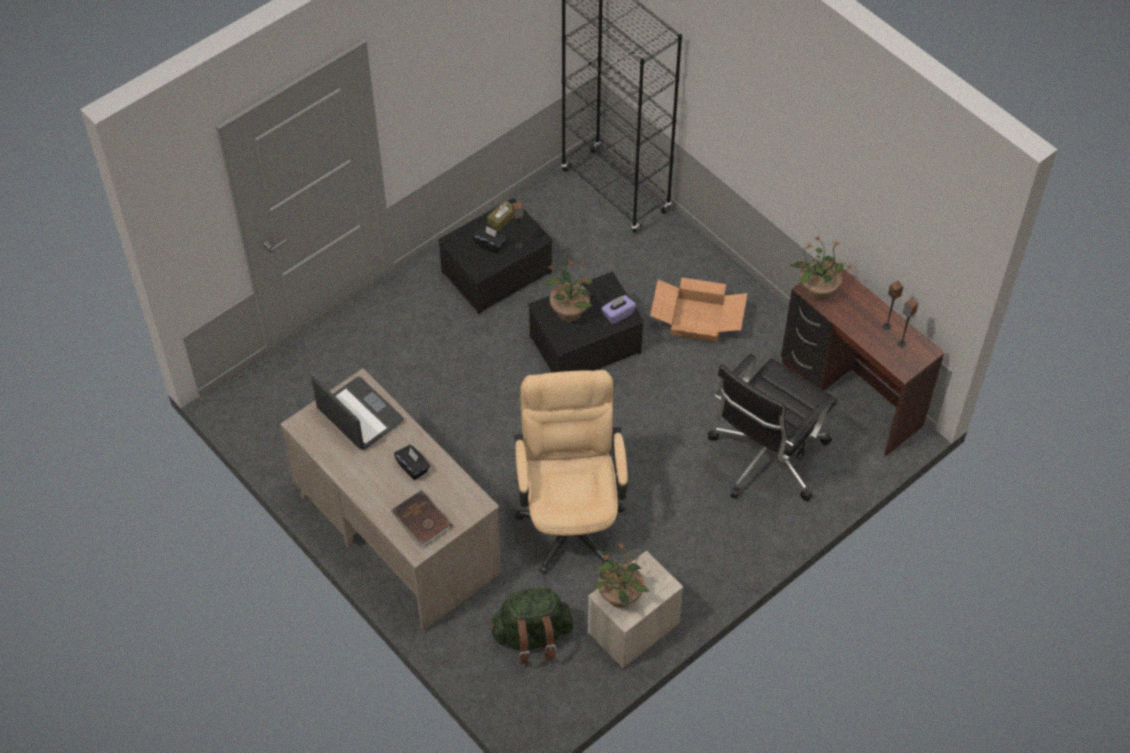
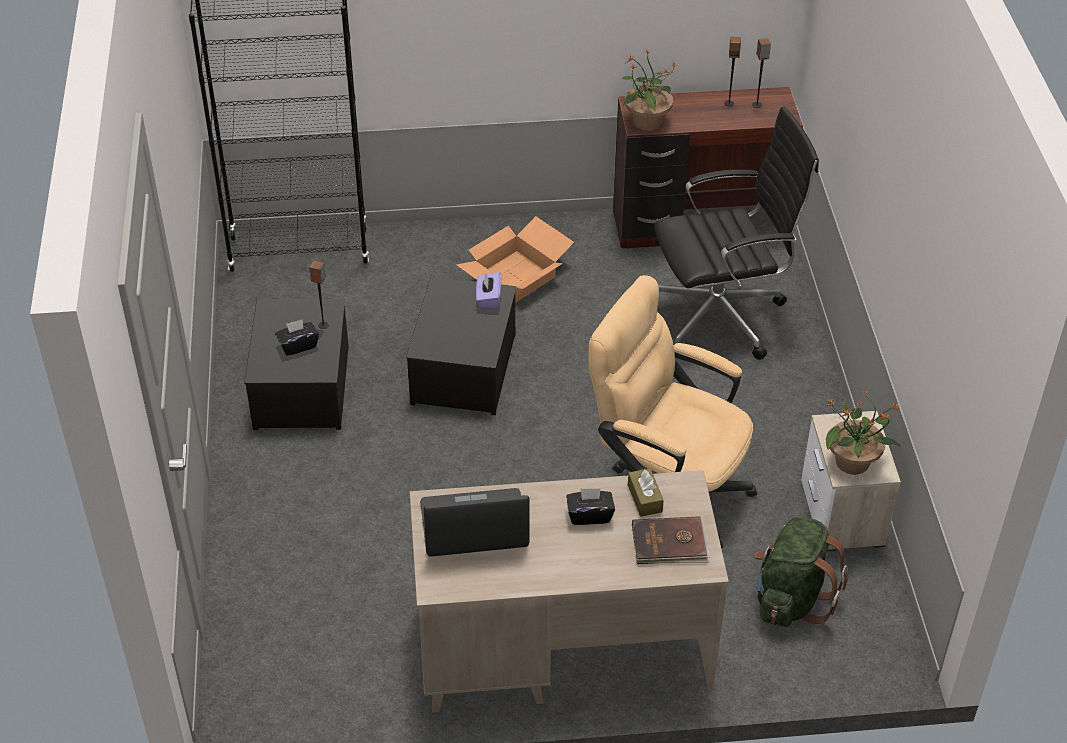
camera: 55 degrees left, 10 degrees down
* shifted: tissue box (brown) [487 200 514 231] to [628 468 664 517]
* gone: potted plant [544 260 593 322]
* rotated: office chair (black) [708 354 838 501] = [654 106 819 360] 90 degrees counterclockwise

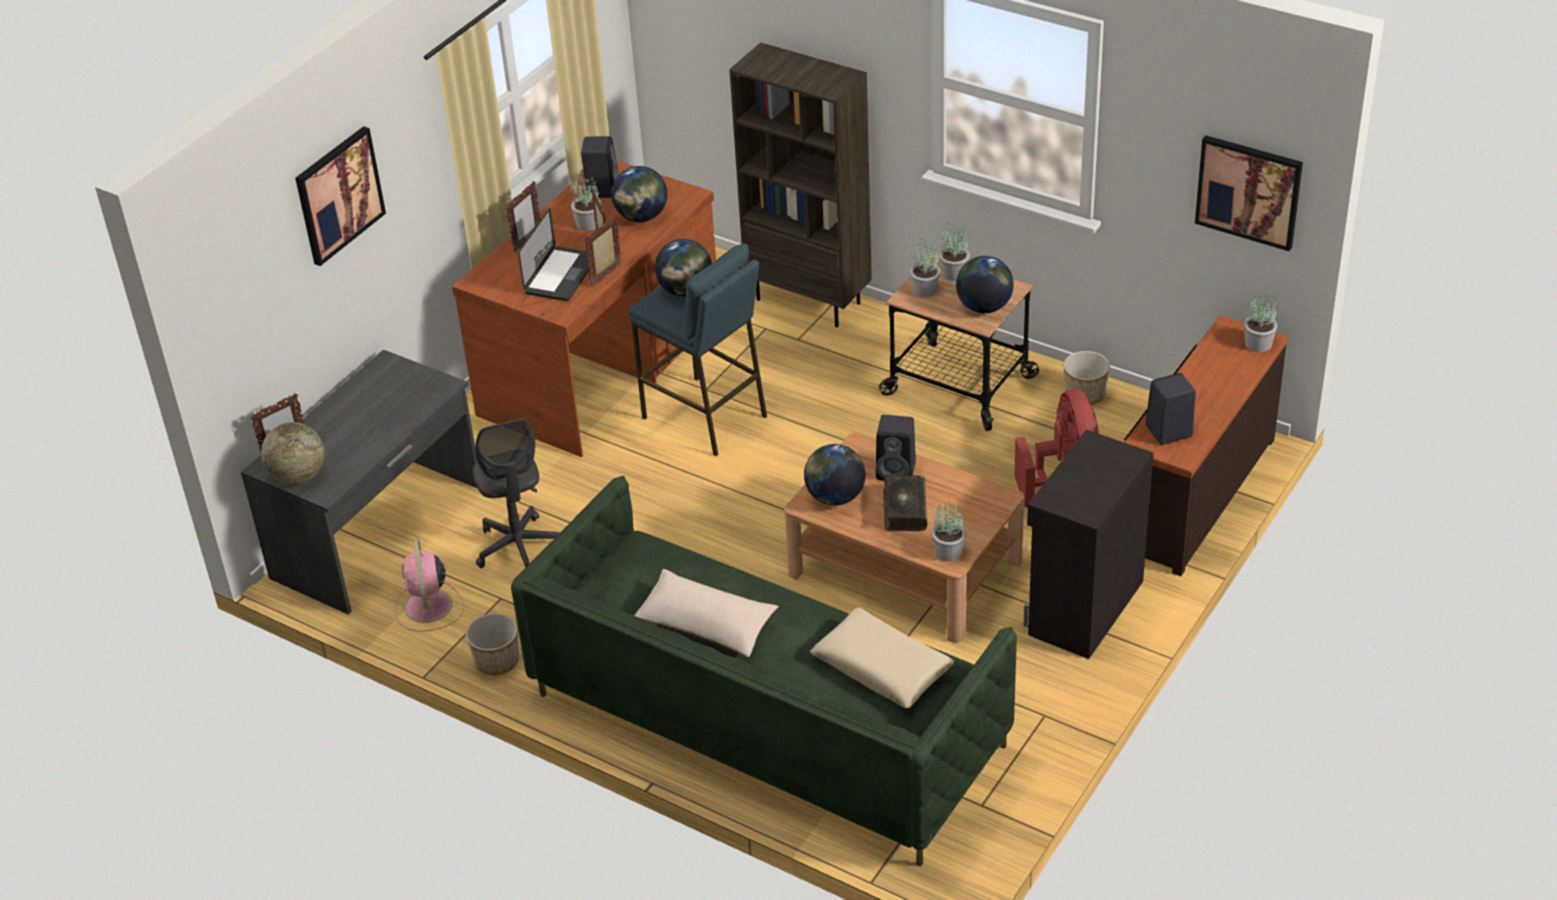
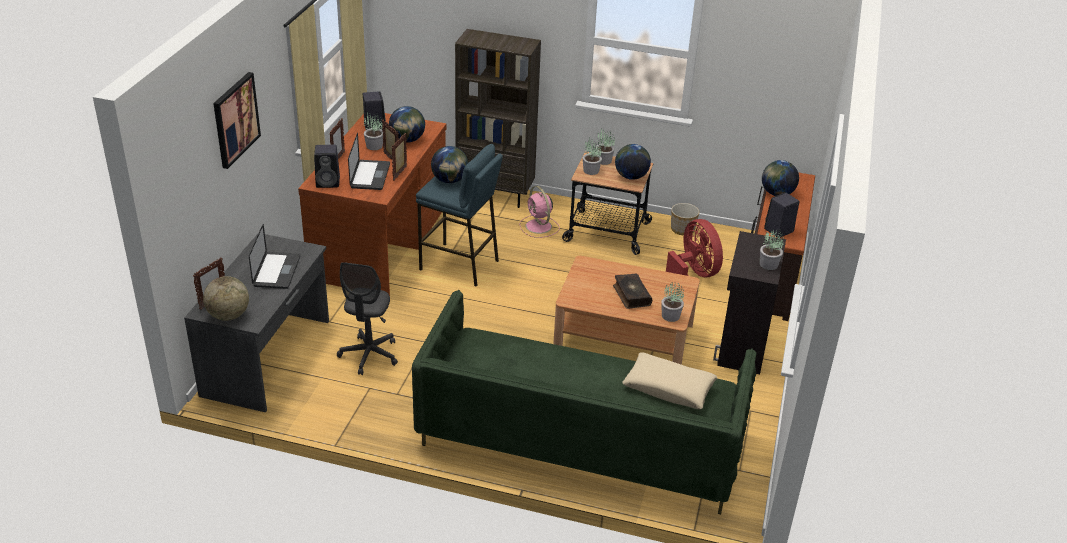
camera: 20 degrees left, 5 degrees down
* gone: picture [1195 135 1303 251]
* shifted: potted plant [1244 294 1277 352] to [760 230 784 270]
* shifted: speaker (black) [876 415 916 480] to [314 145 340 188]
* rotated: office chair (grey) [473 418 559 568] = [337 262 398 375] 45 degrees clockwise
* shifted: globe [804 444 866 506] to [762 160 799 196]
* shifted: fan (pink) [395 539 464 632] to [520 186 560 238]
* gone: pillow (beige) [634 569 778 657]
* gone: planter [466 613 519 675]
* new: laptop [249 224 300 289]

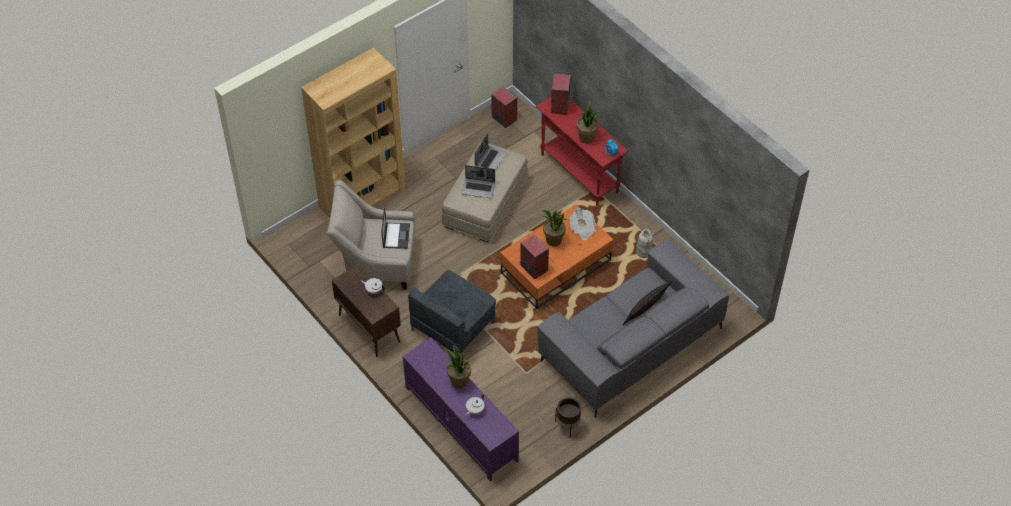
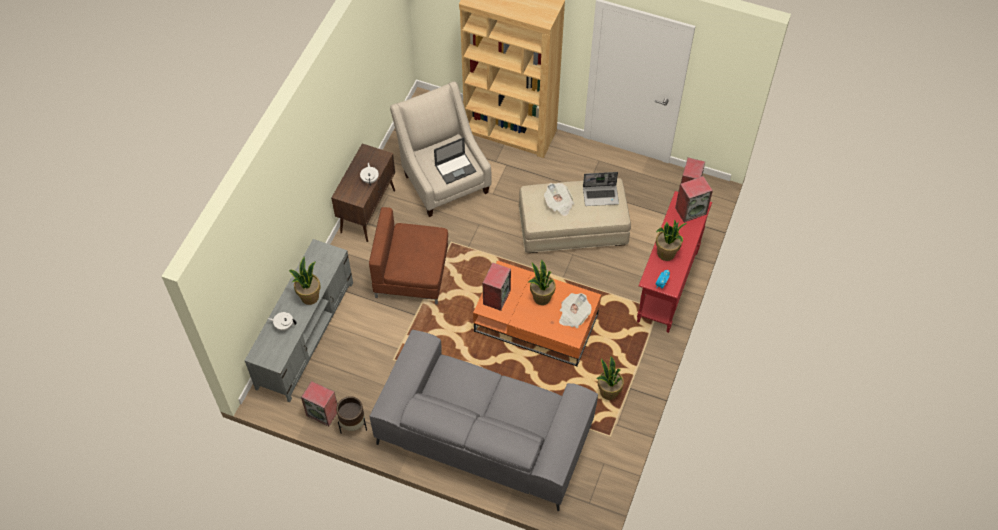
camera: 60 degrees right, 5 degrees up
* swapped: laptop [462 165 495 198] to newspaper [544 183 575 216]
* swapped: vase (white) [636 229 653 258] to potted plant [597 356 624 400]
* repainted: armchair (grey) [408 270 496 354] to armchair (brown) [369 207 448 305]
* gone: pillow [623 280 672 325]
* repainted: tv stand (purple) [403 338 519 481] to tv stand (grey) [244 239 353 402]
* new: speaker [301 381 337 426]

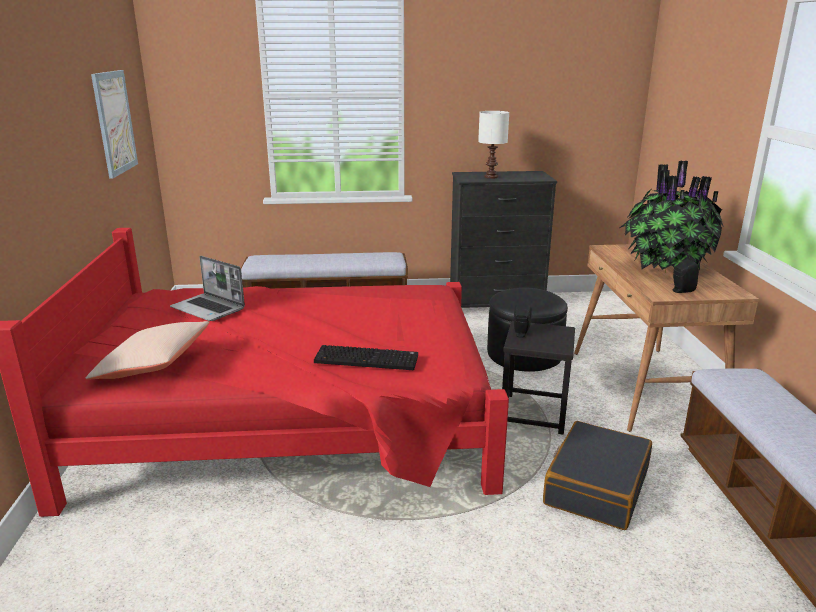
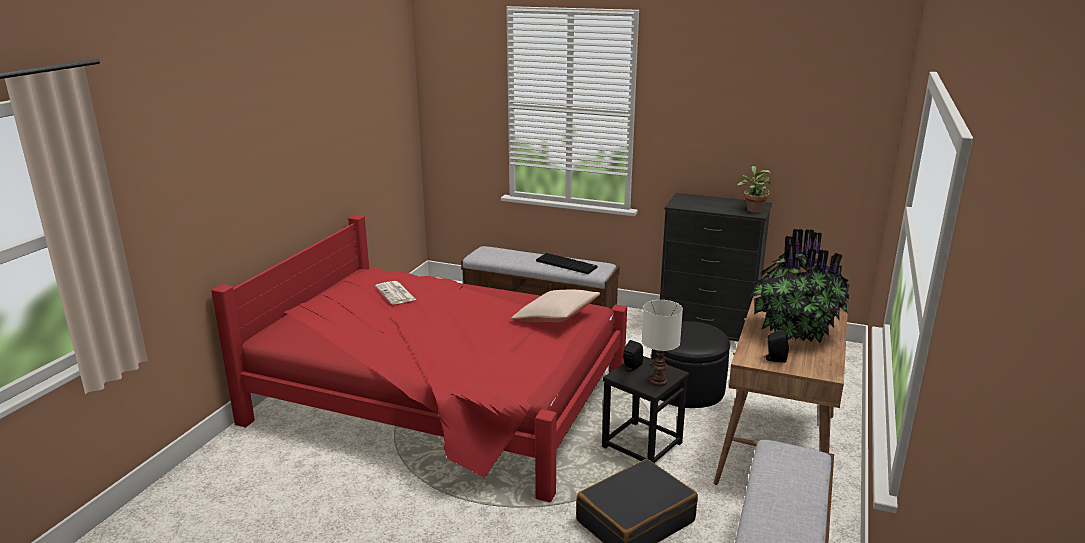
camera: 25 degrees right, 0 degrees up
* gone: picture [91 70 138 179]
* shifted: table lamp (white) [478 111 509 179] to [642 300 683 386]
* swapped: laptop [170 256 245 321] to newspaper [375 281 416 304]
* shifted: pillow (beige) [86 321 209 380] to [511 290 601 322]
* shifted: keyboard [314 345 418 370] to [536 253 598 274]
* new: potted plant [738 166 771 213]

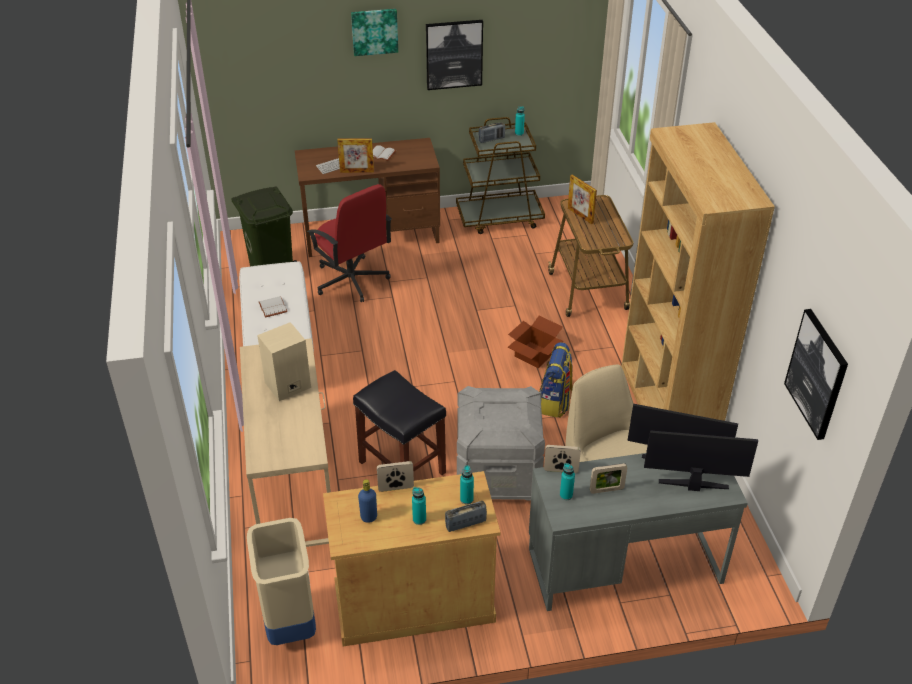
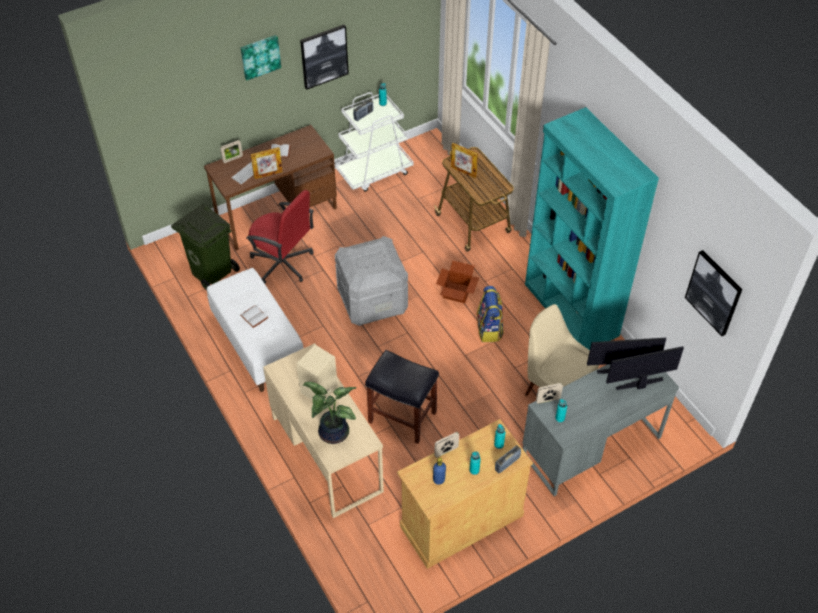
camera: 20 degrees left, 10 degrees up
* repainted: cart (brown) [456 117 545 234] to cart (white) [335 92 414 192]
* repainted: bookcase (brown) [621 122 775 421] to bookcase (turquoise) [525 107 659 350]
* shifted: storage box (grey) [457 386 545 500] to [335 236 408 326]
* shifted: picture frame [590 463 627 494] to [220 140 243 163]
* gone: trash can (beige) [247 518 316 645]
* new: potted plant [303 382 357 444]

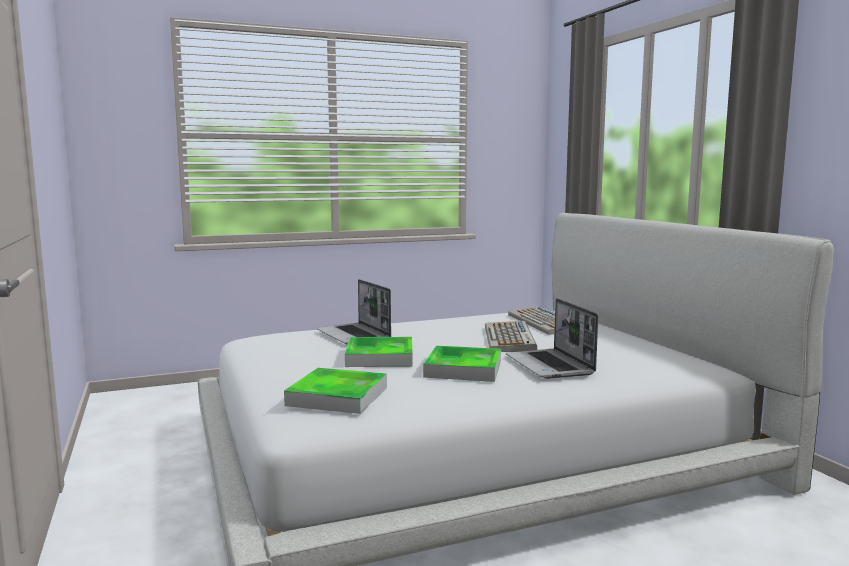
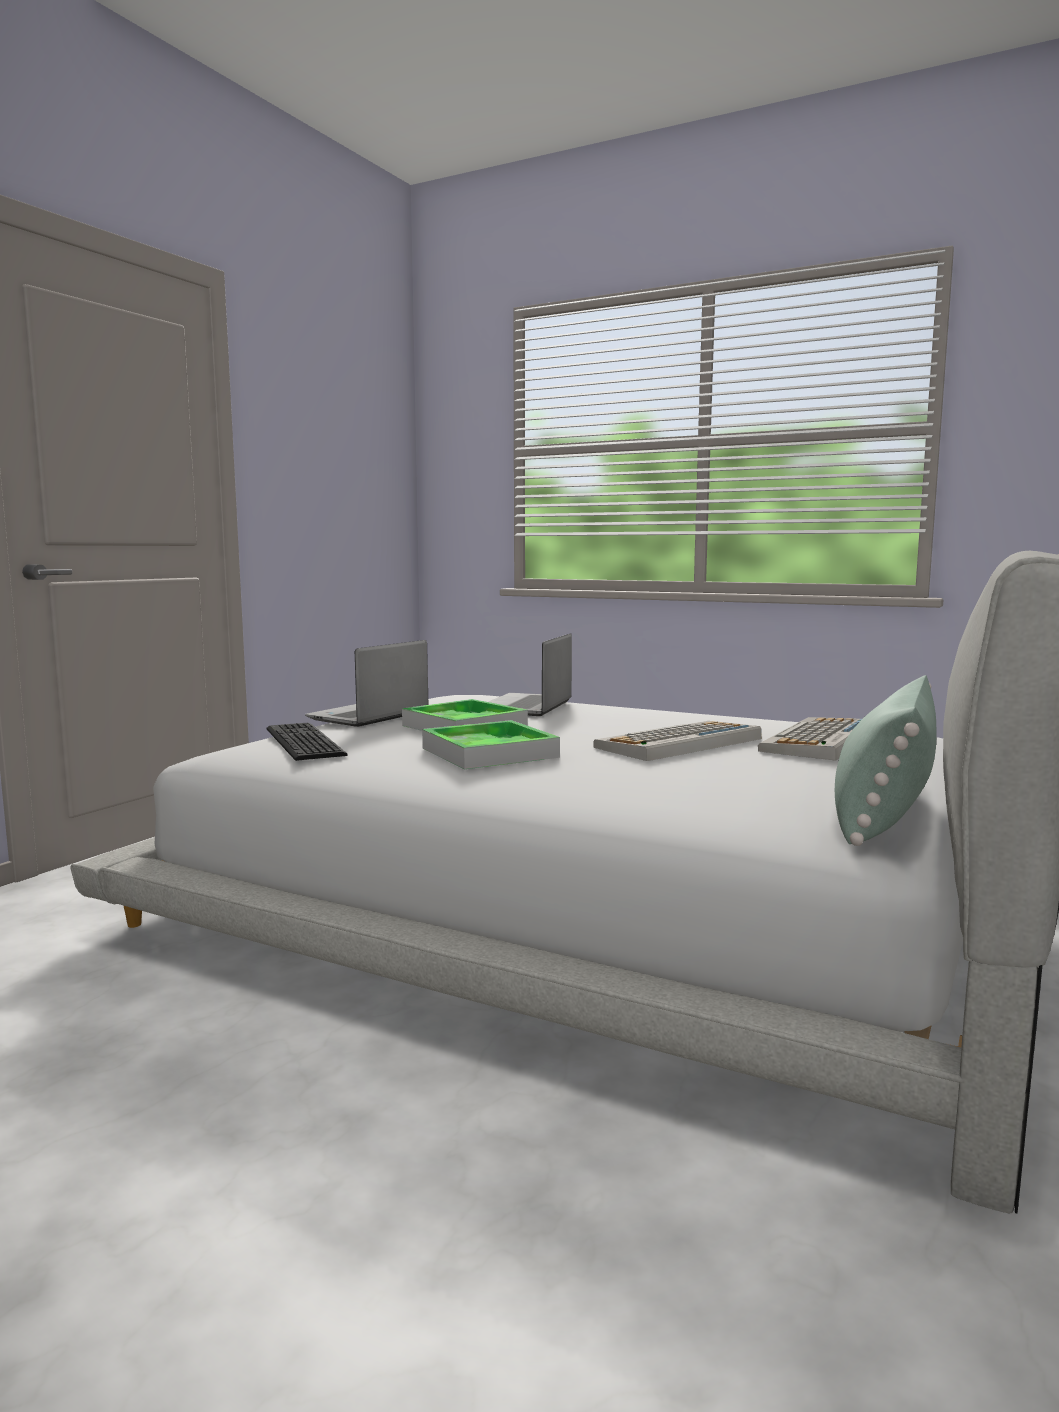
camera: 50 degrees right, 0 degrees up
* shifted: laptop [506 298 598 379] to [305 640 428 727]
* swapped: tray [284 368 387 414] to keyboard [266 723 347 761]
* new: pillow (green) [835 675 936 846]

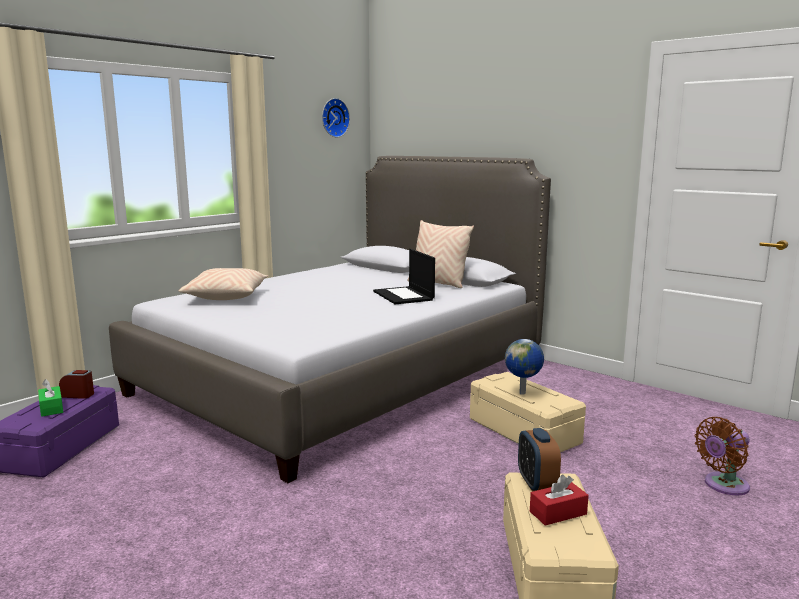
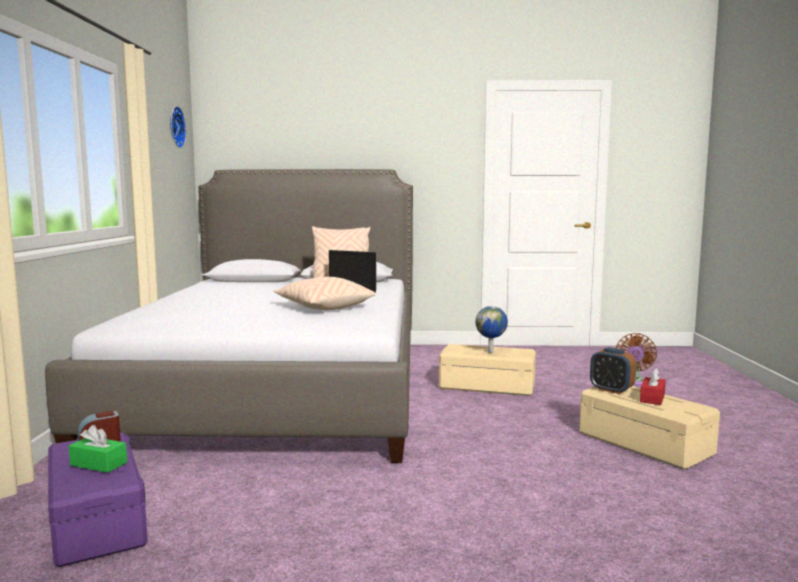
camera: 40 degrees left, 5 degrees down
* shifted: pillow (beige) [179 268 268 300] to [273 277 376 310]

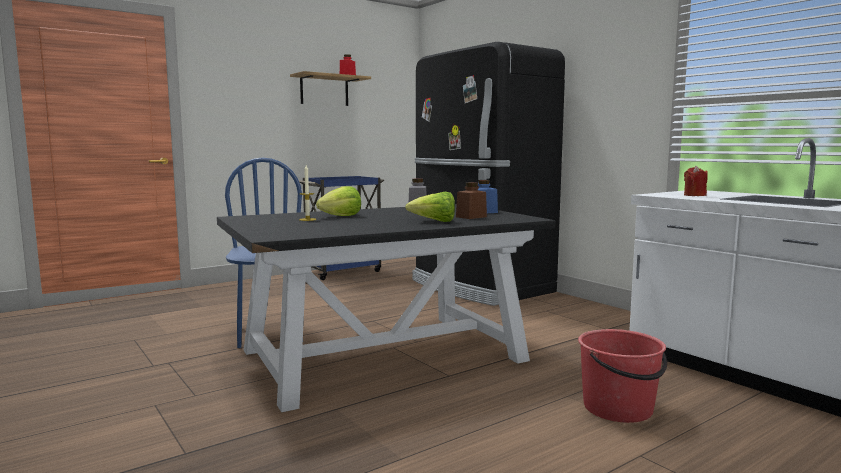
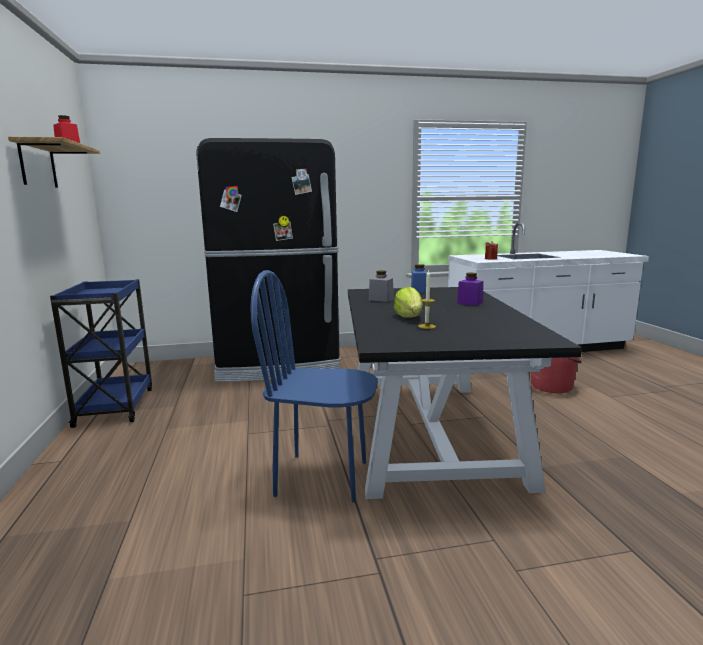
camera: 65 degrees left, 5 degrees up
* gone: jar (brown) [456 182 487 219]
* swapped: lettuce [405 192 455 222] to jar (purple) [457 273 483 306]

